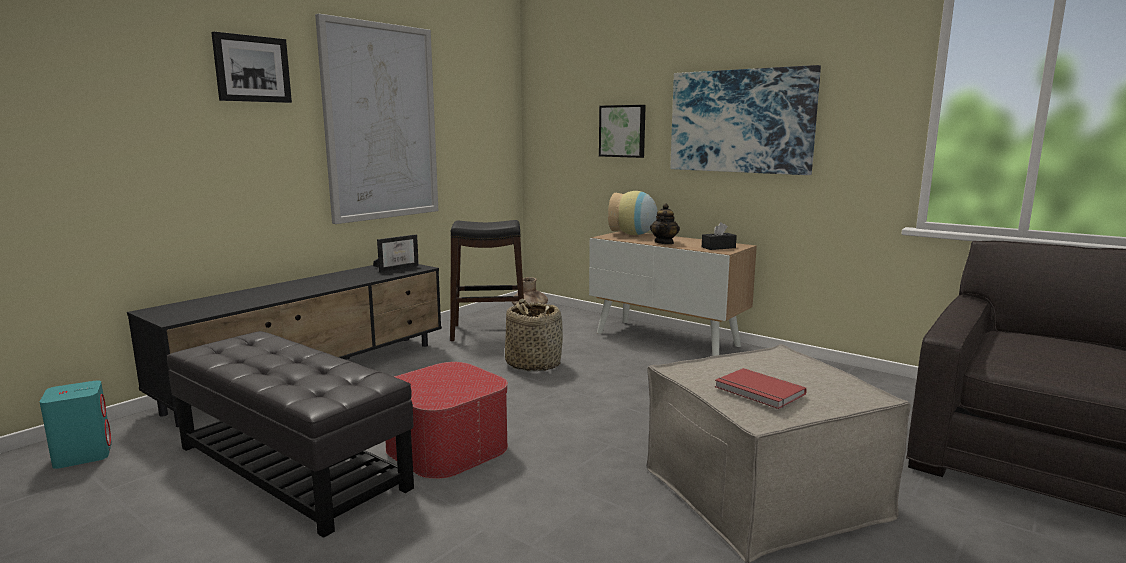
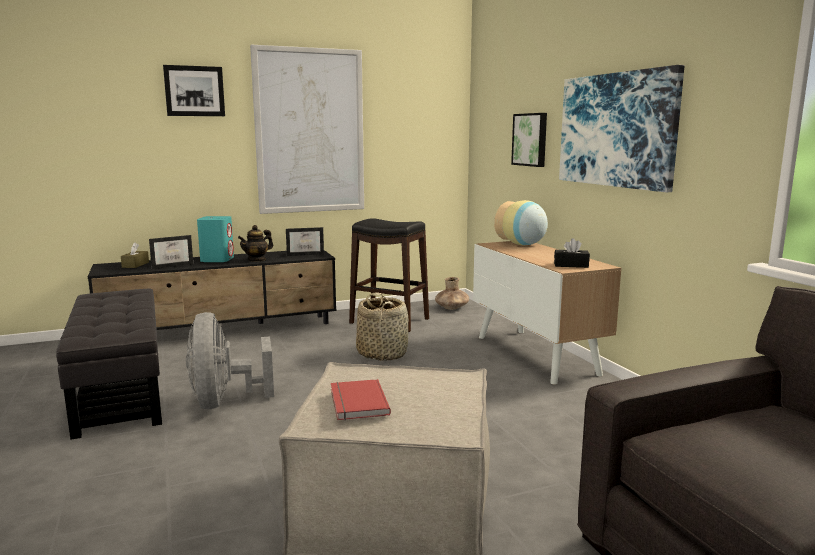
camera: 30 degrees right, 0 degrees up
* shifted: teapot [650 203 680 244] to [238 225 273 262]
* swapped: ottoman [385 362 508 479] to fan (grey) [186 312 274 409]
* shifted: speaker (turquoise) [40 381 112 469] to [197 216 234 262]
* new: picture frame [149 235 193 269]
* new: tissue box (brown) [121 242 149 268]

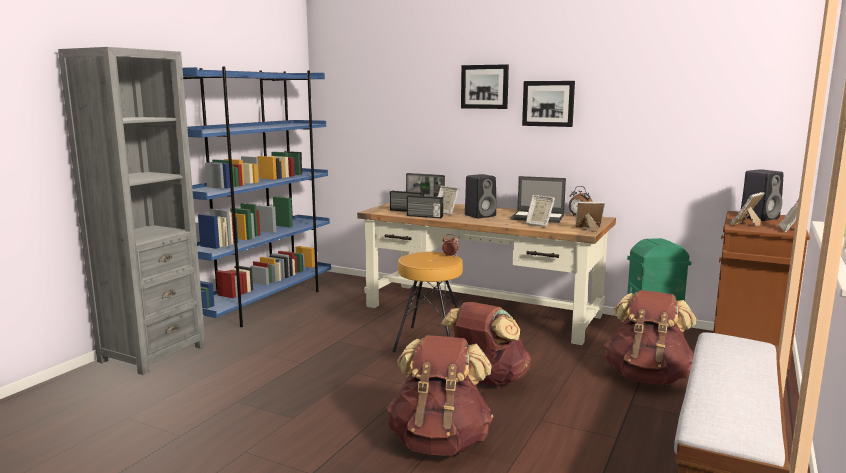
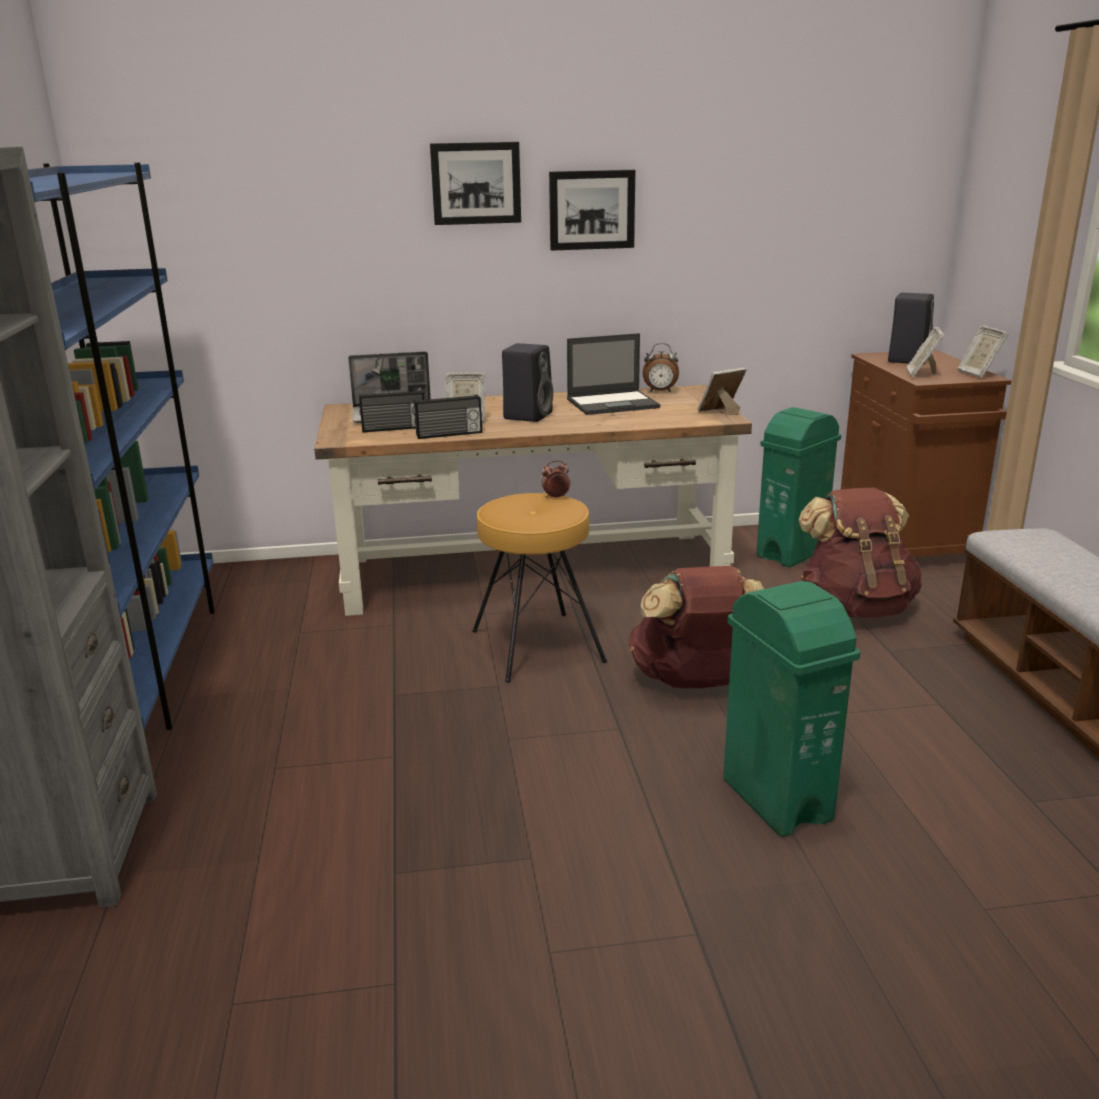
camera: 35 degrees left, 10 degrees up
* gone: picture frame [526 195 555 227]
* swapped: backpack (brown) [387 335 493 456] to trash can (green) [723 581 860 837]

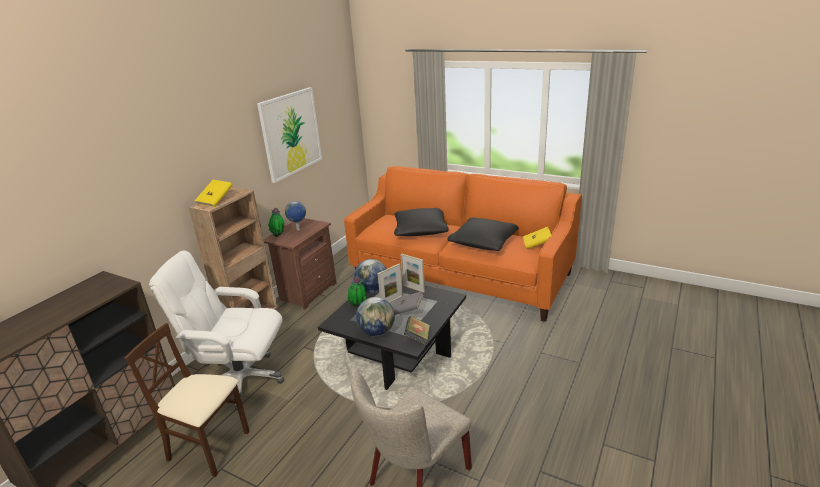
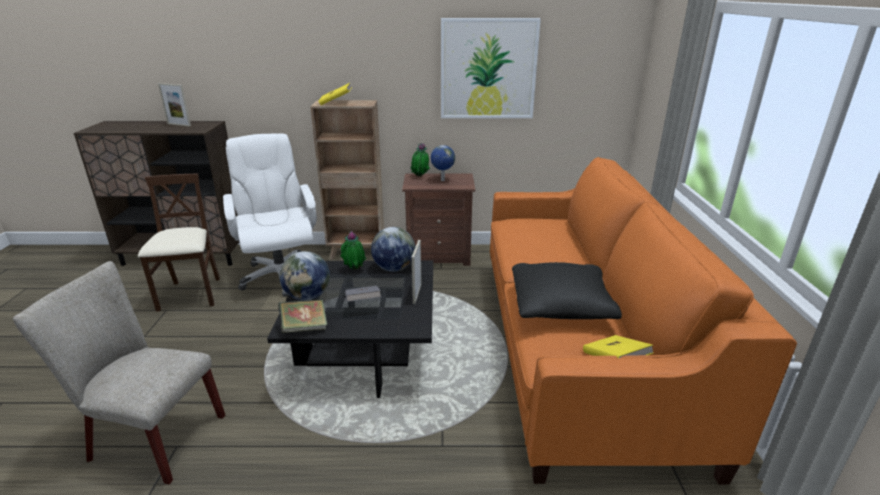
camera: 60 degrees right, 0 degrees up
* gone: pillow (black) [394 208 449 236]
* shifted: picture frame [378 263 403 303] to [158 83 191 127]

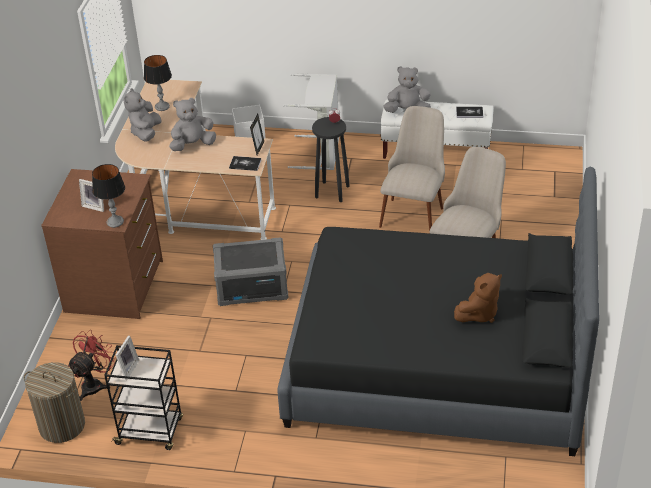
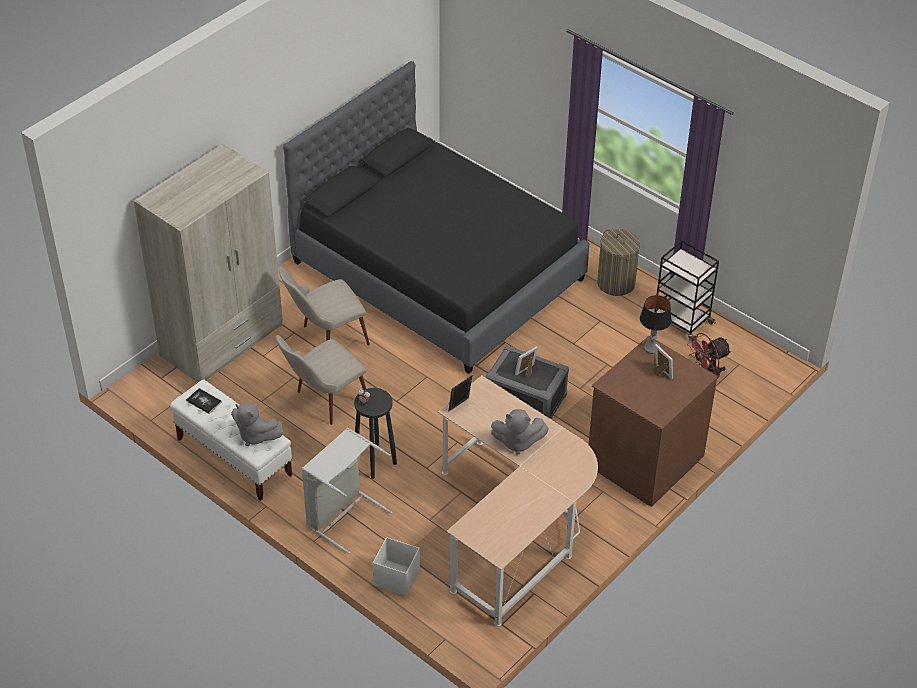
camera: 150 degrees left, 5 degrees up
* gone: table lamp [144 55 172 111]
* gone: plush toy (grey) [123 88 162 142]
* gone: book [229 156 261 171]
* gone: plush toy (brown) [454 273 502 323]
* shifted: picture frame [116 335 139 380] to [515 346 538 377]
* shifted: laundry basket [24 362 85 443] to [597 229 640 296]
* new: wardrobe (beige) [134 144 283 383]

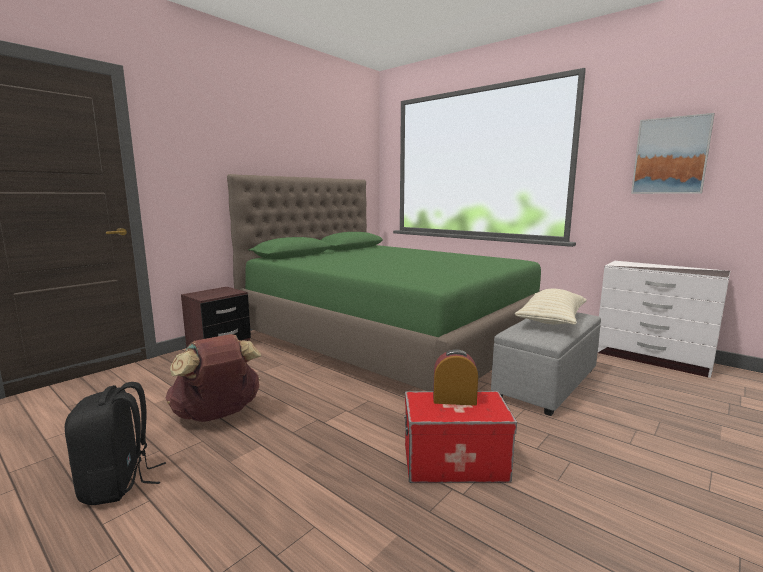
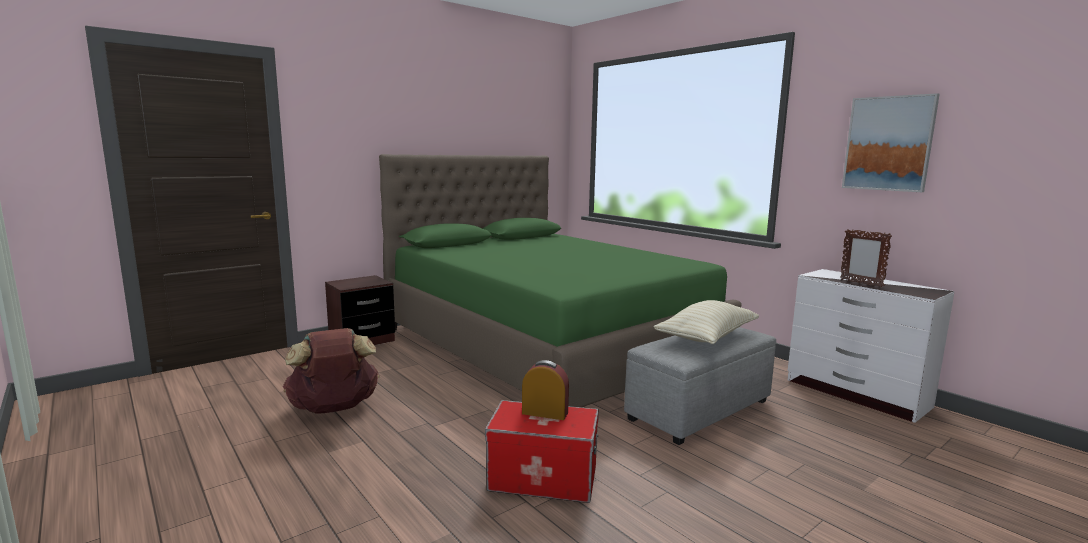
camera: 10 degrees right, 0 degrees up
* gone: backpack (black) [65 382 166 505]
* new: picture frame [840 229 892 287]

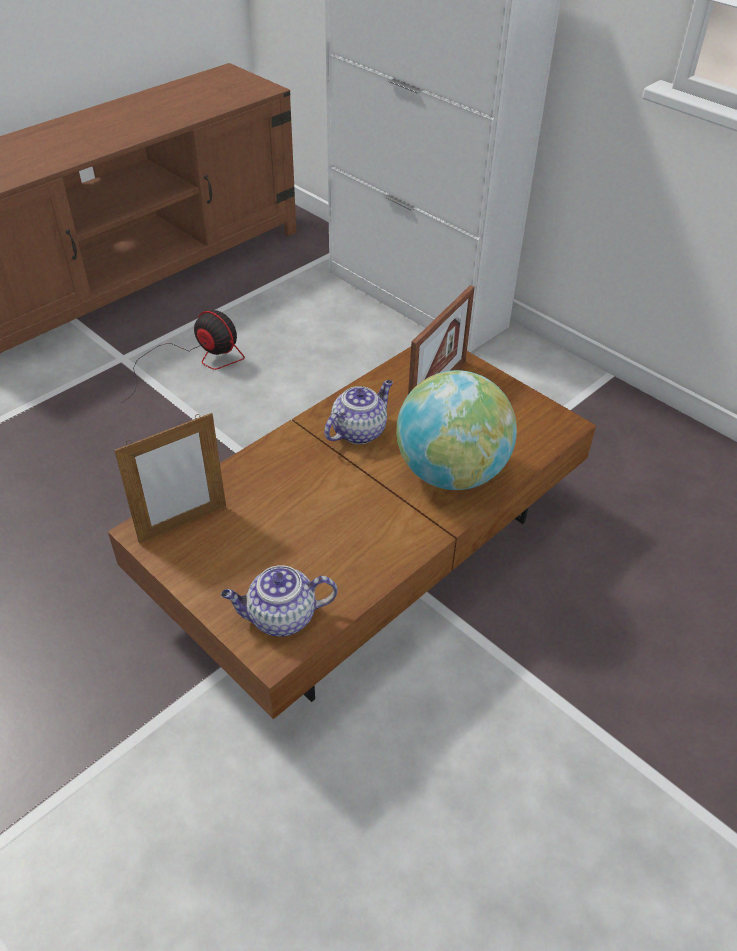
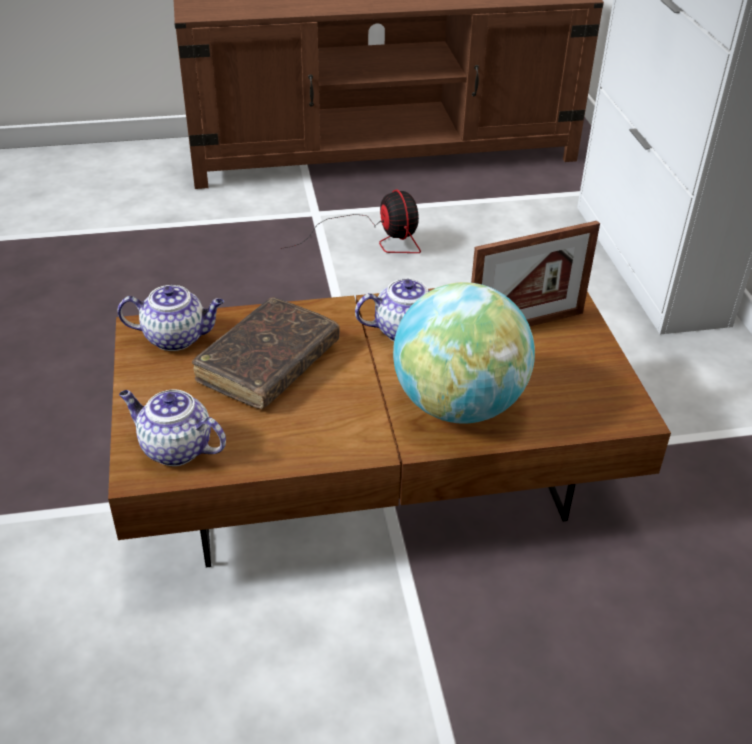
camera: 35 degrees right, 5 degrees down
* swapped: picture frame [114 413 226 544] to teapot [117 285 224 351]
* new: book (brown) [191 297 340 409]

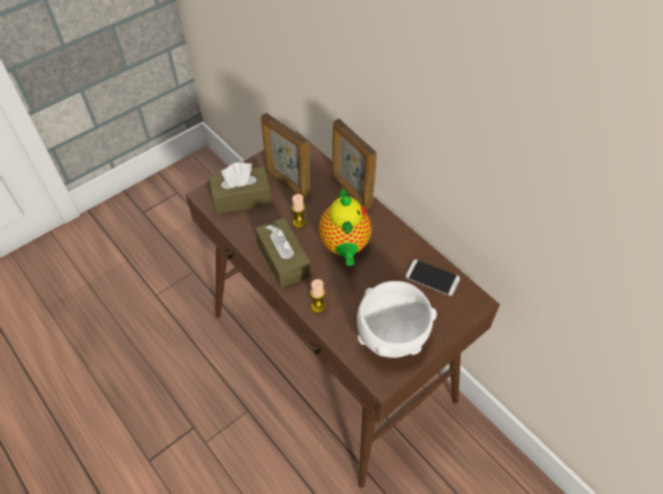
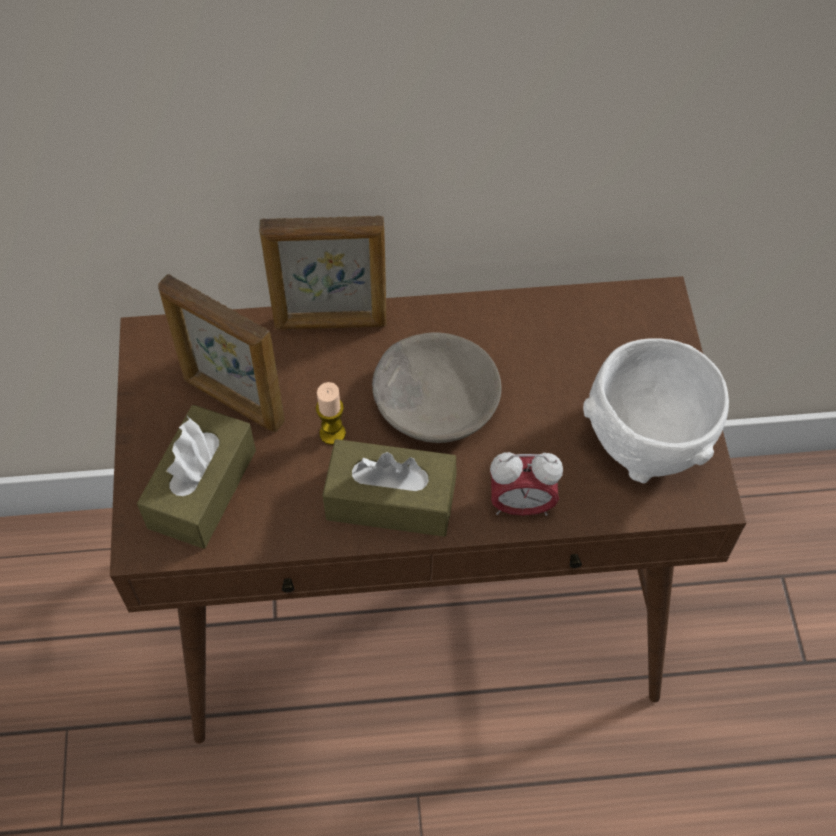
camera: 55 degrees left, 5 degrees up
* rotated: picture frame [261 113 311 200] = [158 274 285 432] 45 degrees clockwise
* swapped: teapot [319 188 372 266] to bowl (grey) [372 332 501 443]
* gone: phone [406 259 460 296]
* swapped: candle [310 279 325 313] to alarm clock [490 452 563 516]

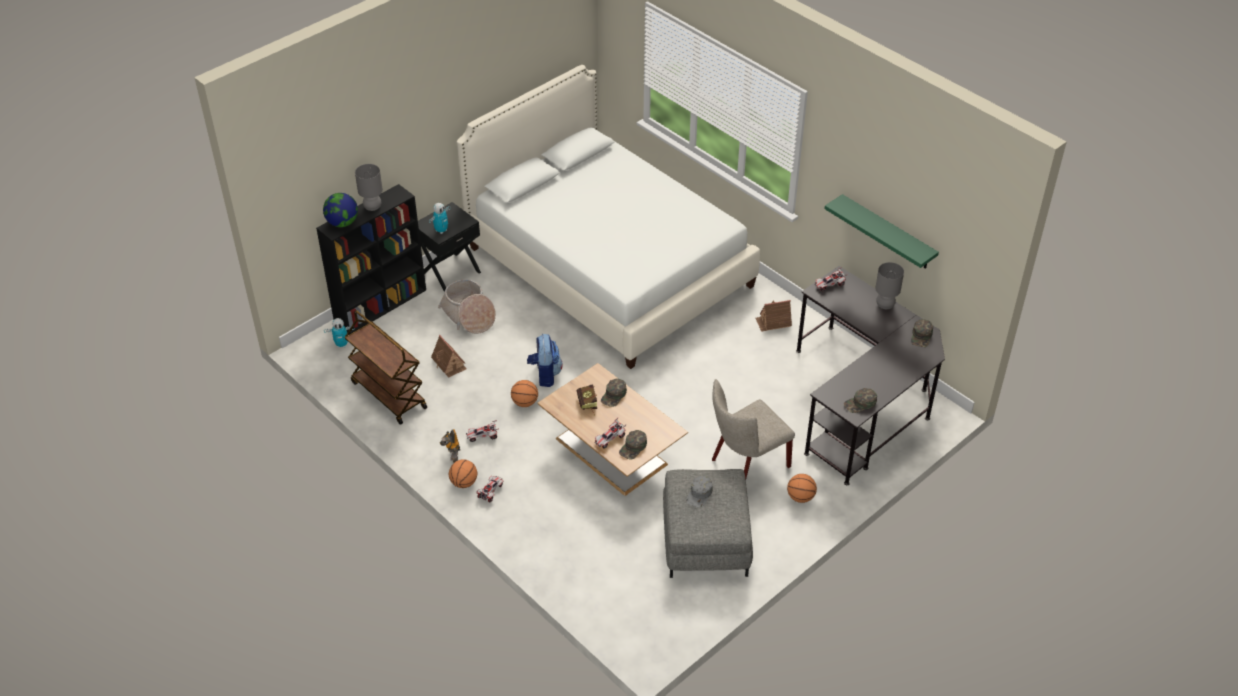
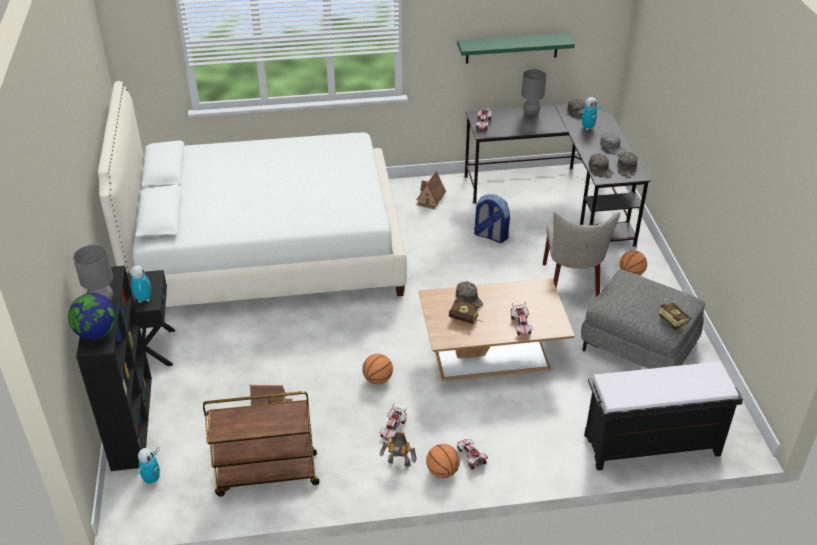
camera: 55 degrees left, 5 degrees down
* gone: basket [438 279 496 334]
* shifted: backpack [527 334 562 387] to [474 194 510 243]
* shifted: cap (green) [619 430 647 460] to [589 154 614 178]
* shifted: cap (grey) [686 476 713 508] to [600 132 626 155]
* new: toy robot [577 97 603 130]
* new: book [657 303 691 330]
* new: bench (black) [584 361 743 470]

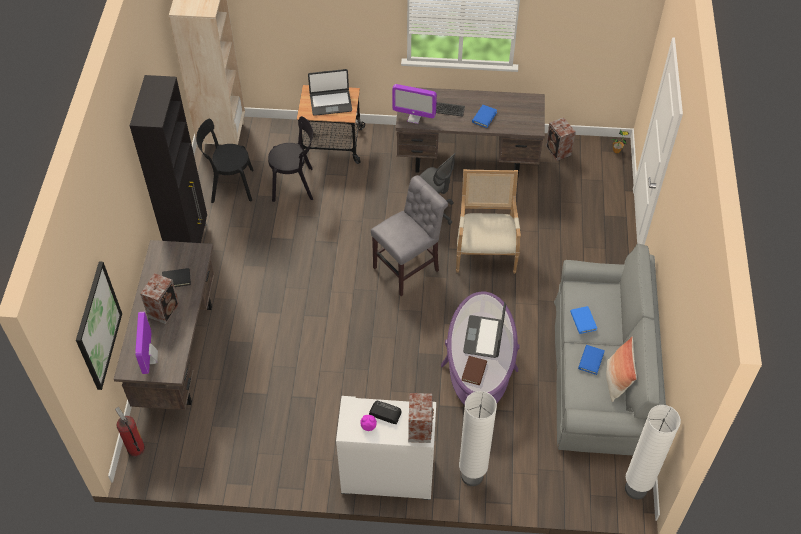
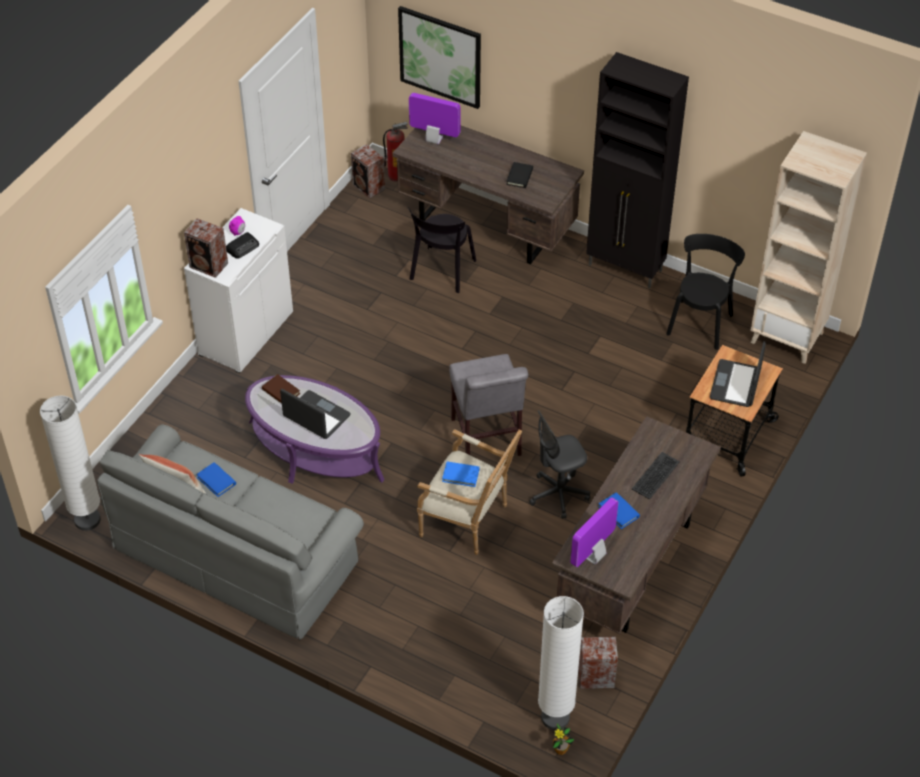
camera: 115 degrees right, 5 degrees down
* shifted: monitor [392 84 437 124] to [570 497 618 567]
* shifted: chair (black) [268 116 313 202] to [408 207 476 293]
* shifted: speaker [140 273 179 324] to [351 144 385 198]
* shifted: book (blue) [570 306 597 334] to [442 462 480 487]
* shifted: floor lamp (white) [459 391 497 486] to [538 596 584 730]

